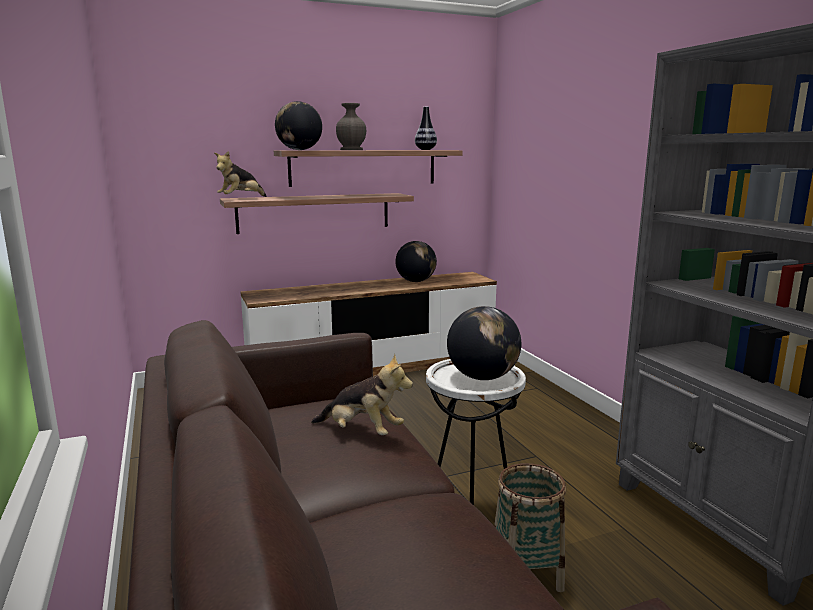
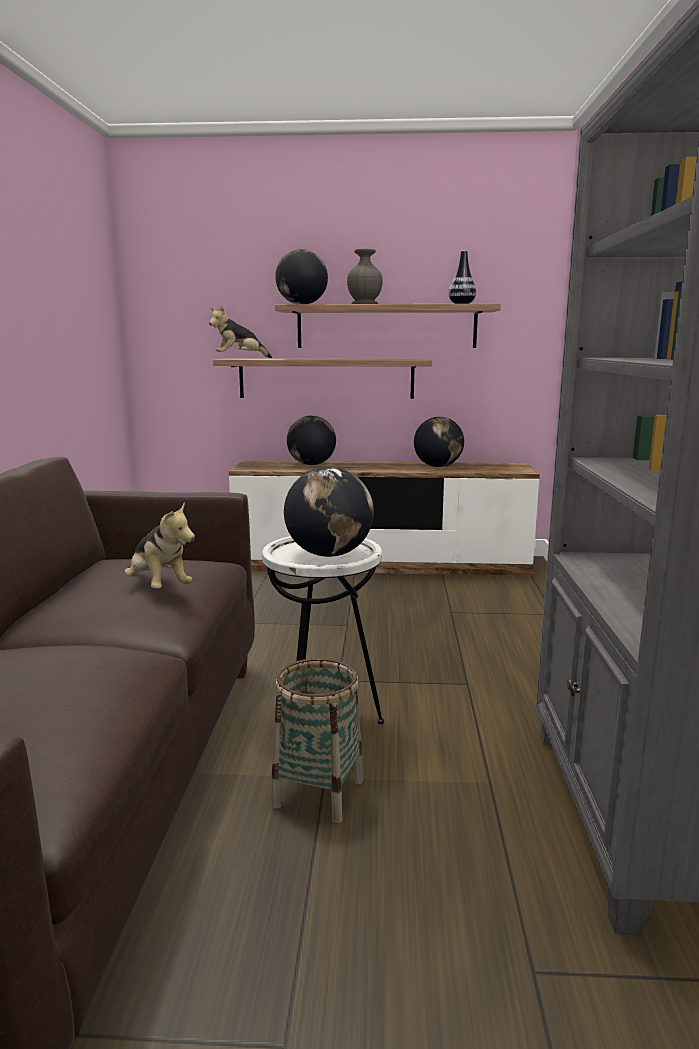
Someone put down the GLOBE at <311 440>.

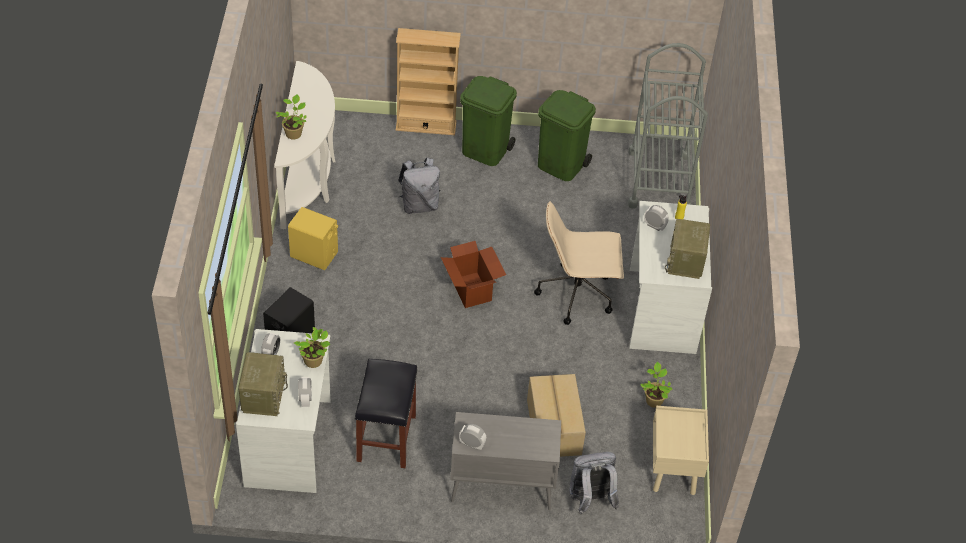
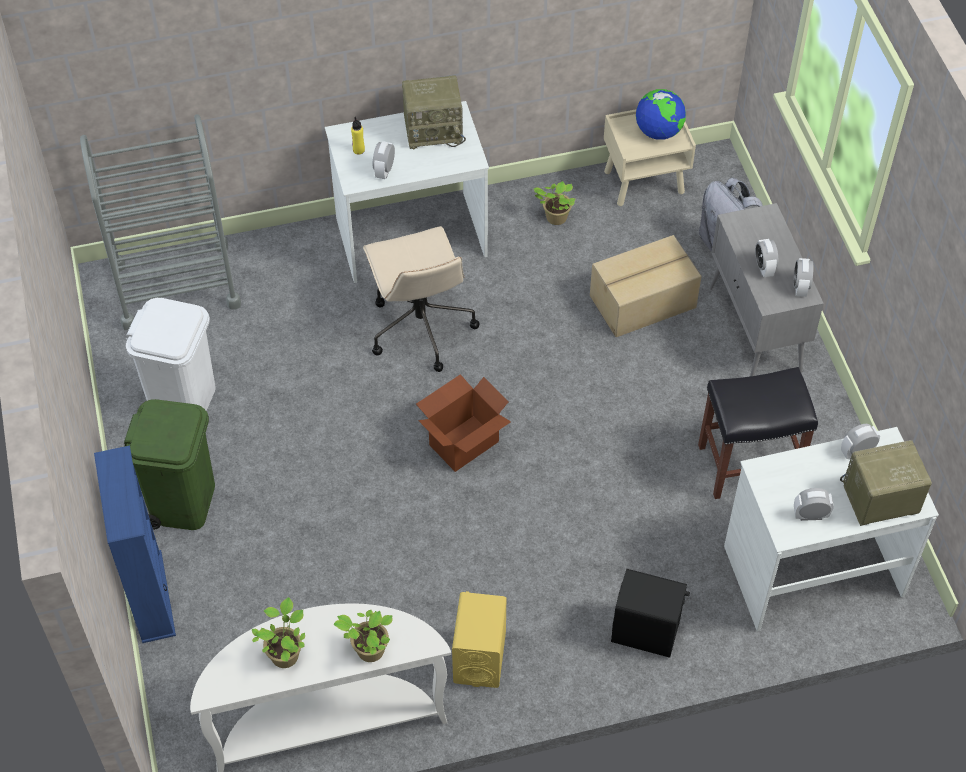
Someone repainted the SAND-COLOURED BOOKCASE at <428 81>, which became the BLUE BOOKCASE at <135 544>.
Someone repainted the GREENISH WASTE BIN at <567 135>, which became the WHITE-COLOURED WASTE BIN at <171 354>.
Someone carried the PLANT IN A POT from <312 347> to <278 632>.
Someone put down the GLOBE at <661 114>.
Someone put down the TABLE CLOCK at <766 258>.
Someone took away the GREYISH RUCKSACK at <419 186>.

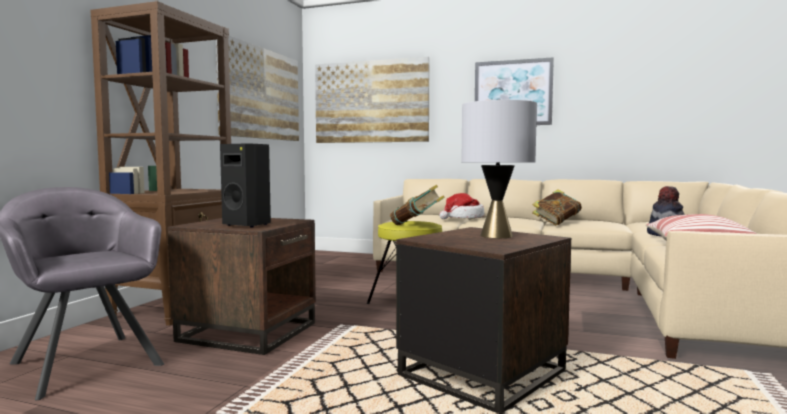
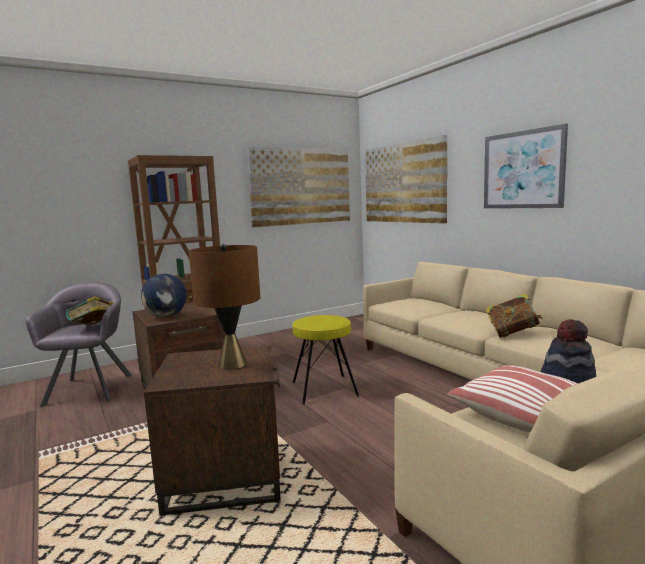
Someone carried the BOUND BOOK from <417 205> to <90 310>.
Someone swapped the BLACK AUDIO SPEAKER at <245 186> for the GLOBE at <164 295>.
Someone repainted the GREYISH TABLE LAMP at <499 168>, which became the BROWNISH TABLE LAMP at <224 307>.
Someone took away the CLOTHING HAT at <461 206>.

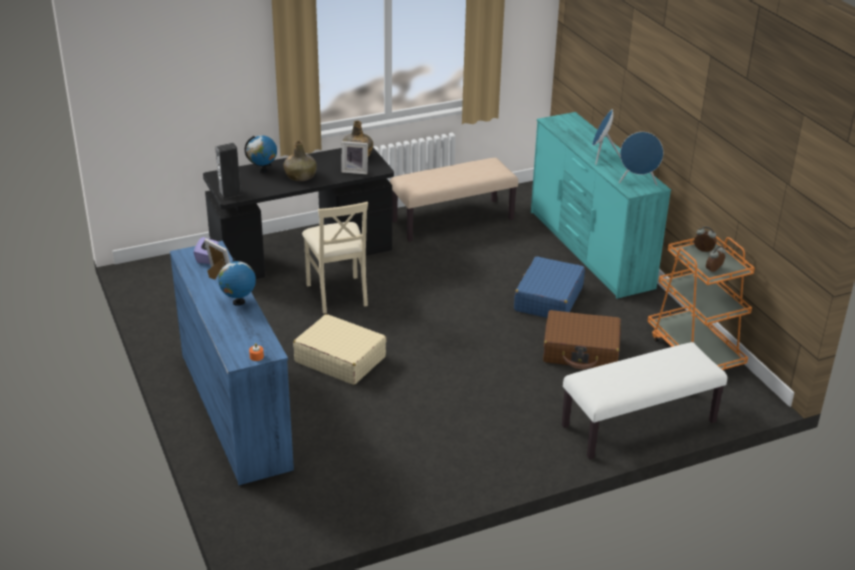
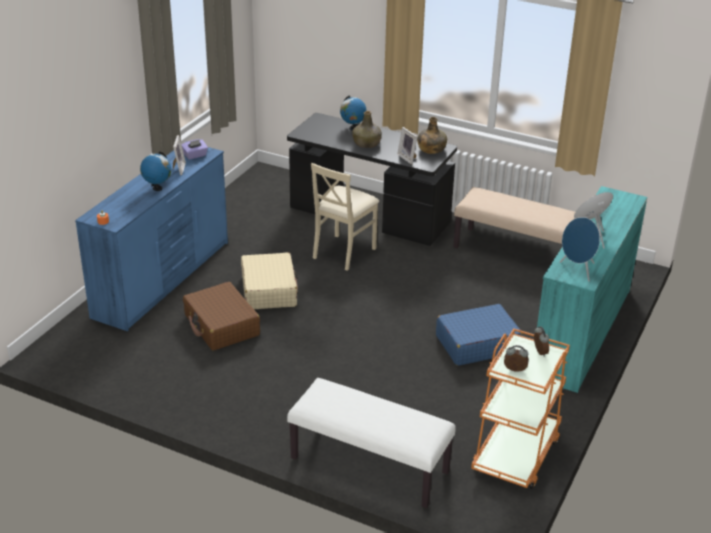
Someone carried the BROWNISH PIECE OF LUGGAGE from <582 339> to <221 316>.
Someone took away the AUDIO SPEAKER at <228 171>.

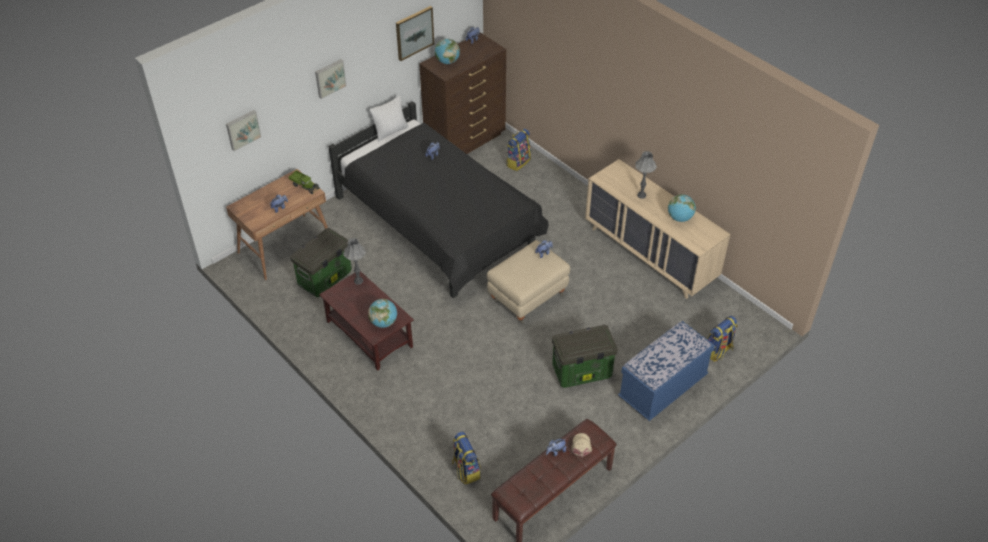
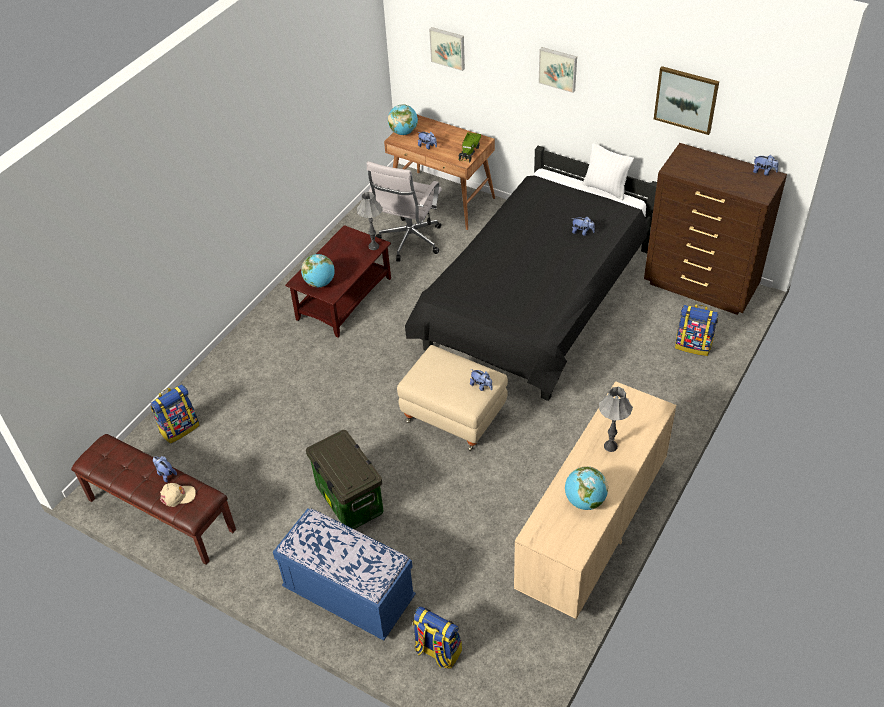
Someone swapped the STORAGE CONTAINER at <321 262> for the WHITE-COLOURED COMPUTER CHAIR at <404 211>.
Someone carried the GLOBE from <447 51> to <403 119>.

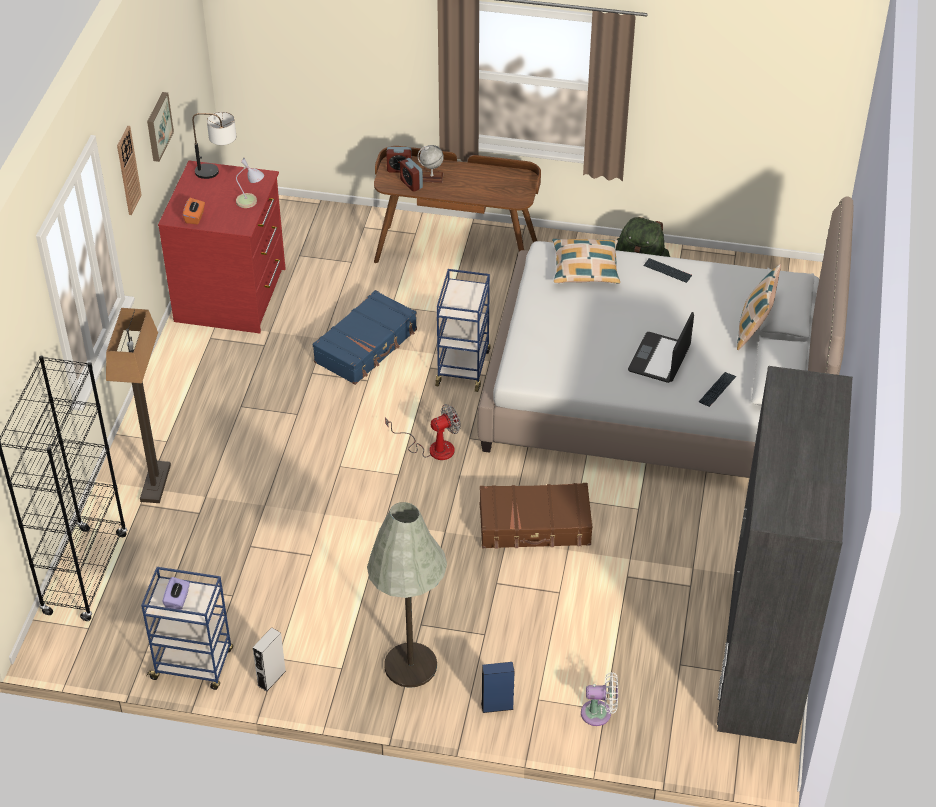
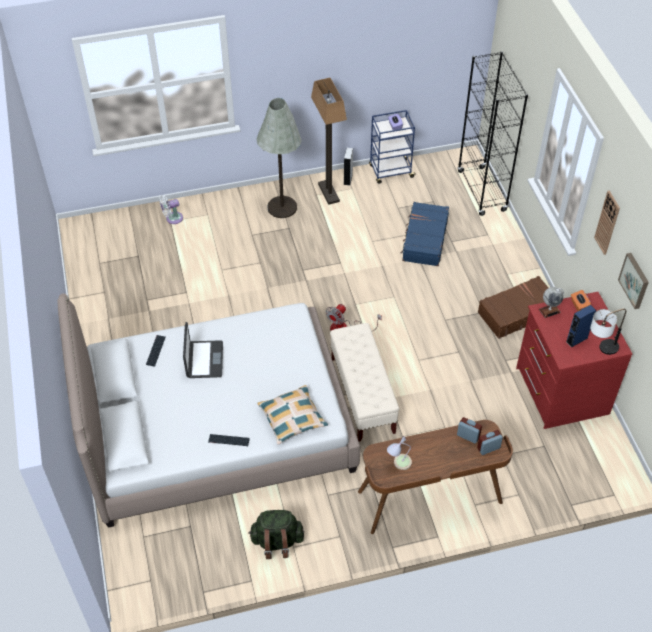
Someone carried the STANDING LAMP from <138 405> to <329 141>.
Someone swapped the BLUE TROLLEY at <463 330> for the SAND-COLOURED LONG SEAT at <365 382>.
Someone carried the TABLE LAMP from <250 183> to <399 453>.
Someone carried the BLUE PIECE OF LUGGAGE from <365 337> to <424 234>.
Someone carried the BROWNISH PIECE OF LUGGAGE from <536 516> to <513 307>.
Someone carried the GLOBE from <431 164> to <551 302>.
Someone carried the BLUE AUDIO SPEAKER from <498 687> to <581 326>.
Someone took away the GREYISH ARMOIRE at <785 555>.
Someone took away the PILLOW at <759 307>.

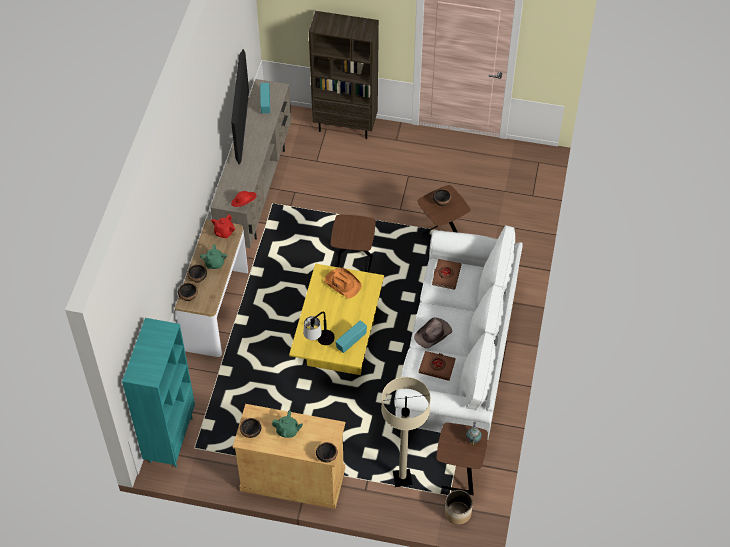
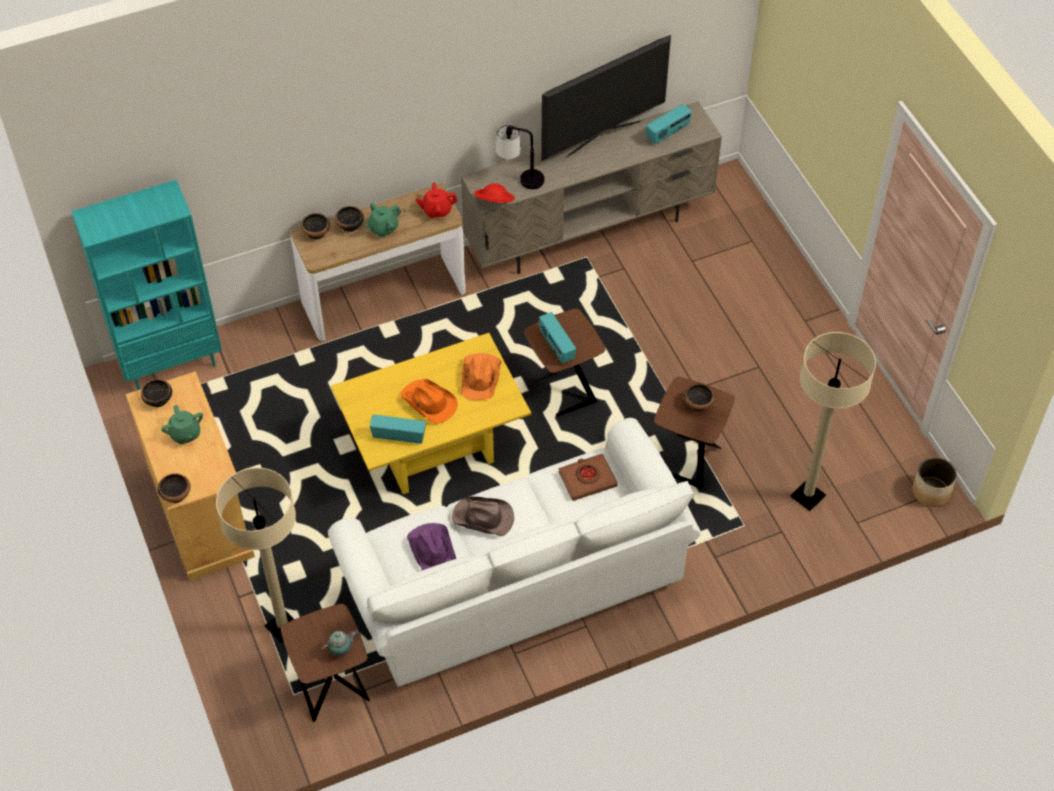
Someone put down the ORANGE-COLOURED CLOTHING HAT at <429 401>.
Someone swapped the BROWNISH BOUND BOOK at <437 366> for the PURPLE-COLOURED CLOTHING HAT at <431 546>.
Someone carried the TABLE LAMP from <319 328> to <520 156>.
Someone put down the RADIO RECEIVER at <557 337>.
Someone put down the SAND-COLOURED STANDING LAMP at <833 421>.
Someone carried the PLANTER from <458 507> to <934 482>.
Someone took away the BROWNISH BOOKCASE at <344 75>.

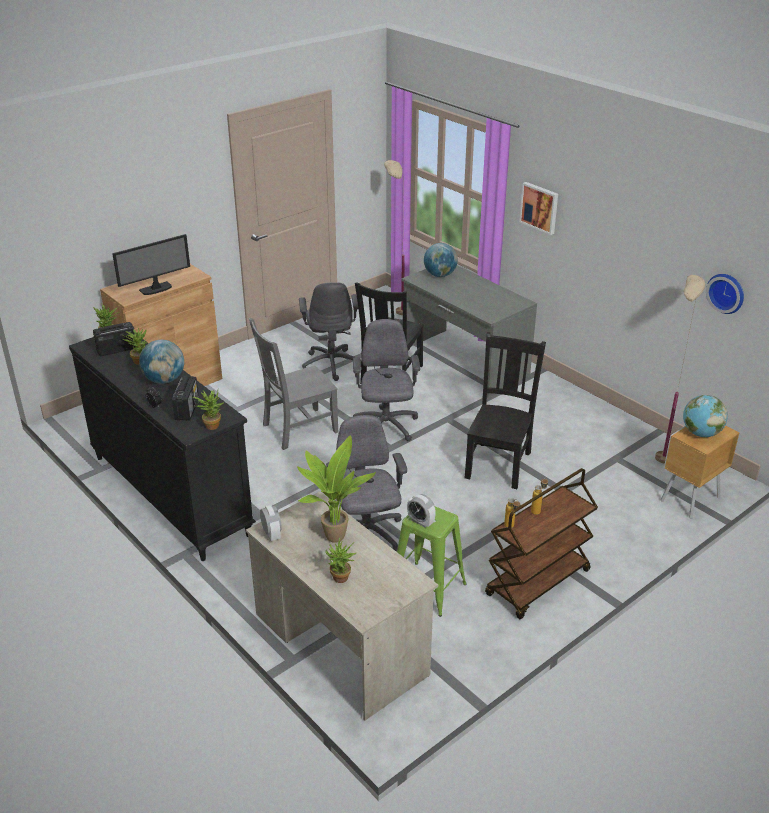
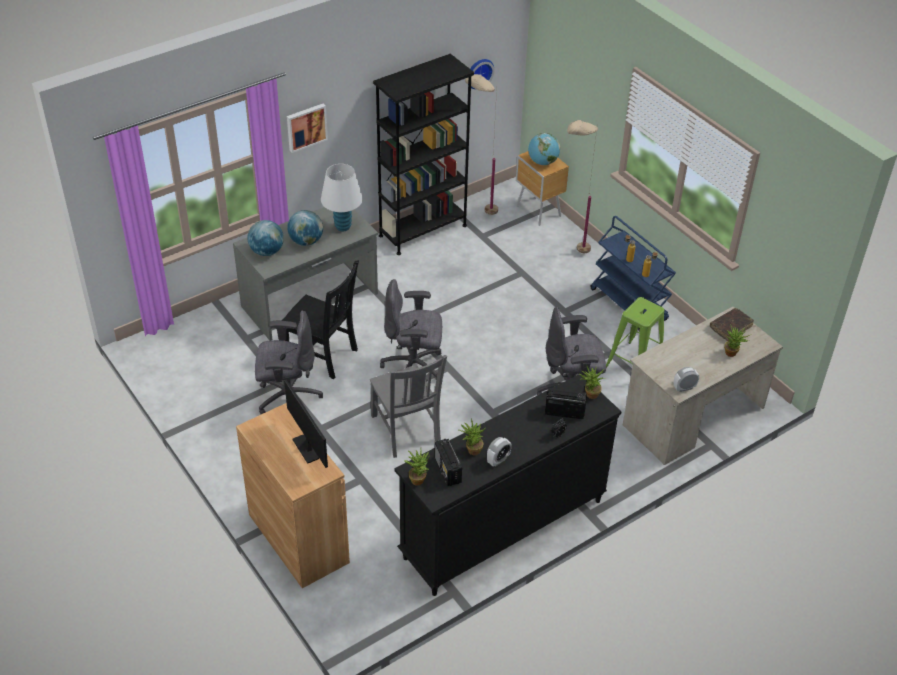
Someone carried the GLOBE from <161 362> to <305 228>.
Someone put down the WHITE-COLOURED TABLE LAMP at <342 197>.
Someone put down the BLACK BOOKCASE at <423 154>.
Someone carried the TABLE CLOCK from <421 510> to <499 452>.
Someone carried the SAND-COLOURED STANDING LAMP from <394 238> to <582 186>.
Someone repainted the BROWNISH TROLLEY at <541 543>, which became the BLUE TROLLEY at <633 274>.
Someone put down the BROWNISH BOUND BOOK at <732 324>.
Someone took away the PLANT IN A POT at <336 489>.
Someone took away the BLACK UPRIGHT CHAIR at <505 410>.

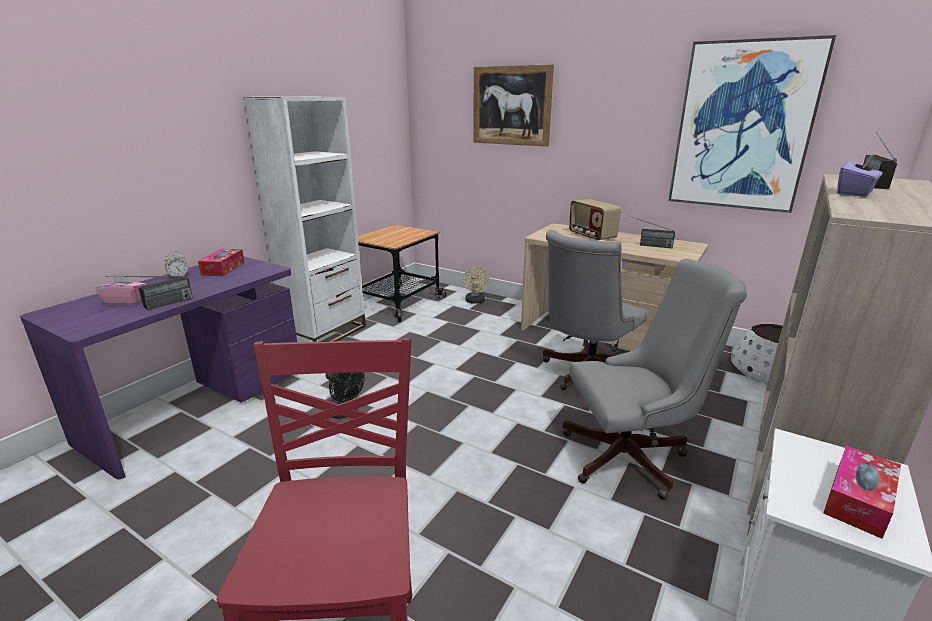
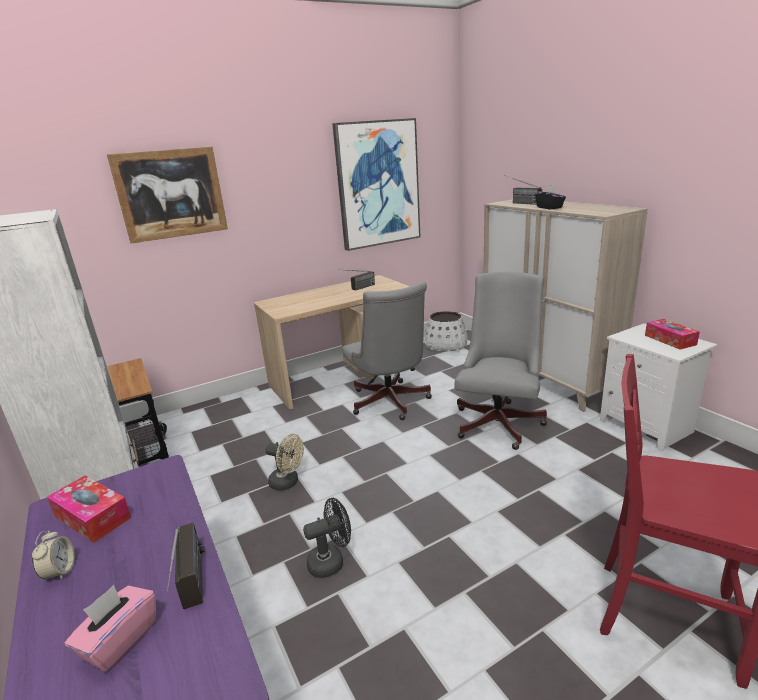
Someone carried the SAND-COLOURED FAN from <476 285> to <284 462>.
Someone repainted the PURPLE-COLOURED TISSUE HOLDER at <860 175>, which became the BLACK TISSUE HOLDER at <550 197>.
Someone took away the RADIO RECEIVER at <595 220>.

